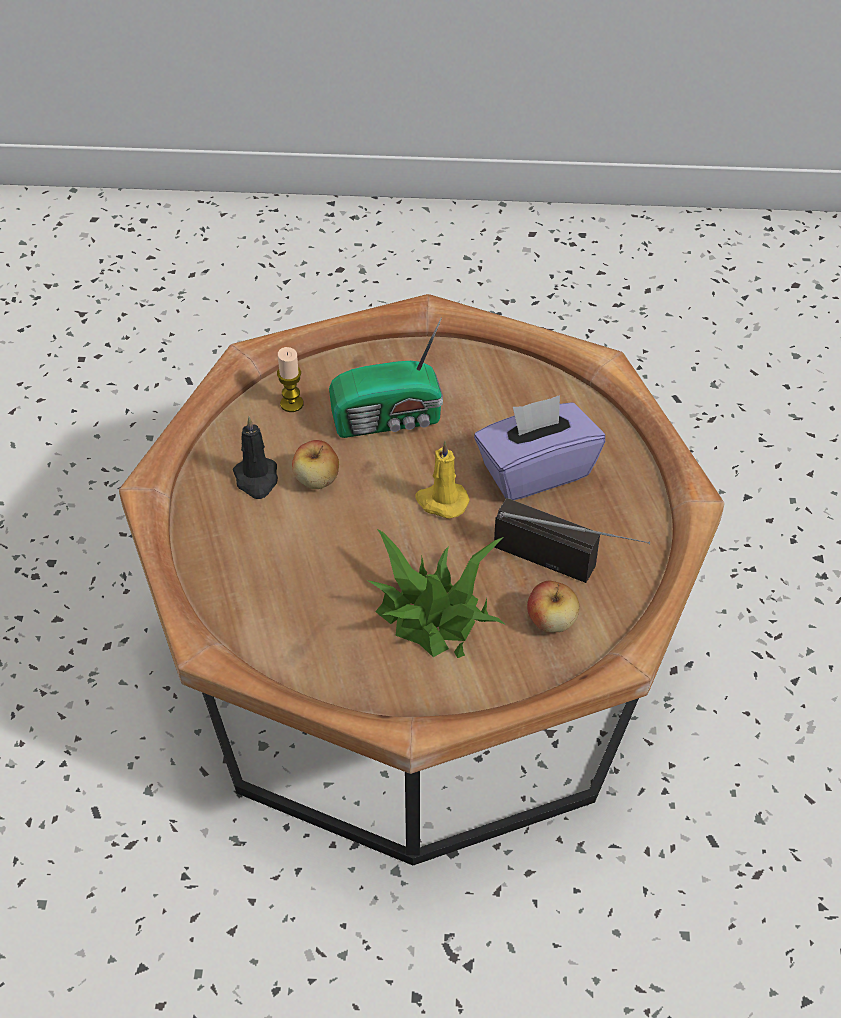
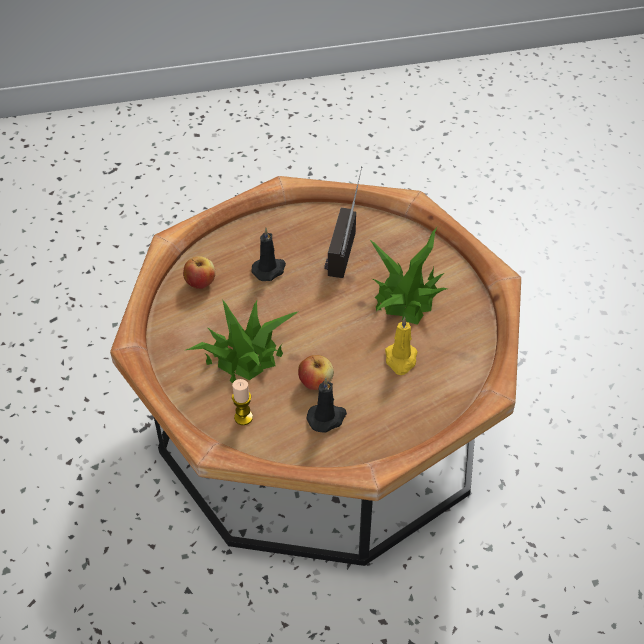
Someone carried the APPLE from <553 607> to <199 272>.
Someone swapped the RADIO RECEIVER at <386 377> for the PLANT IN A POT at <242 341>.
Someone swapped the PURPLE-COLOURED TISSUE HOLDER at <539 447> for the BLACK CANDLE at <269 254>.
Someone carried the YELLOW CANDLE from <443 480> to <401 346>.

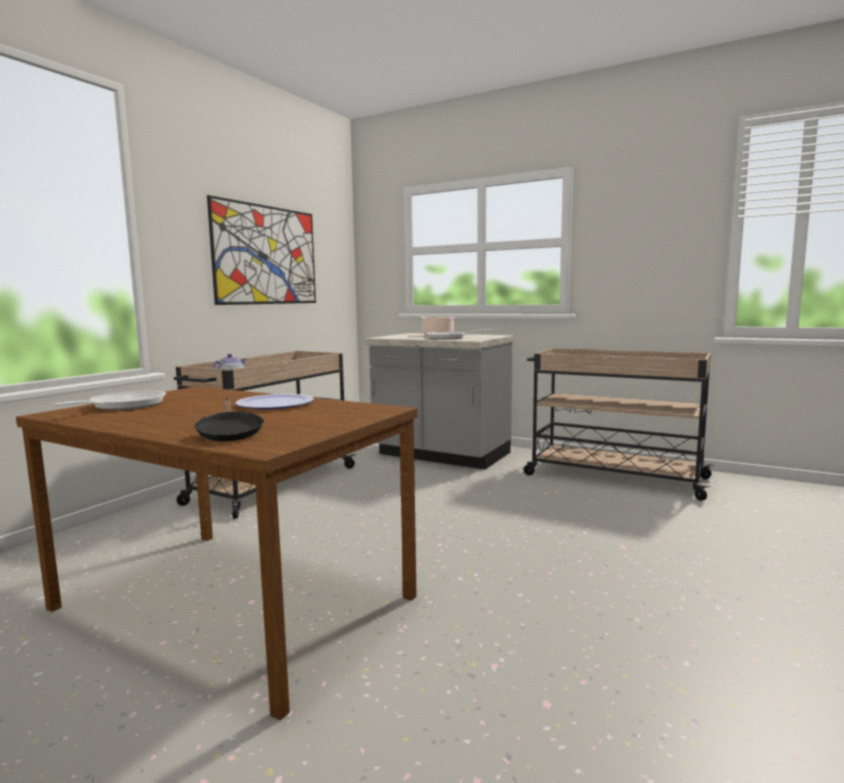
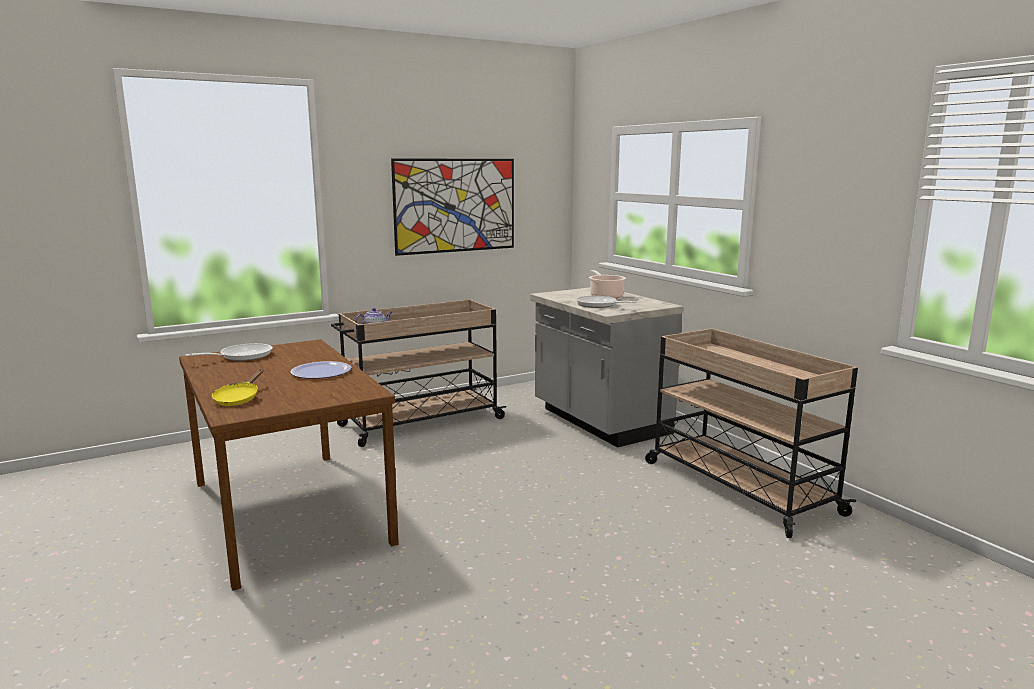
Someone repainted the BLACK FRYING PAN at <229 420>, which became the YELLOW FRYING PAN at <237 387>.

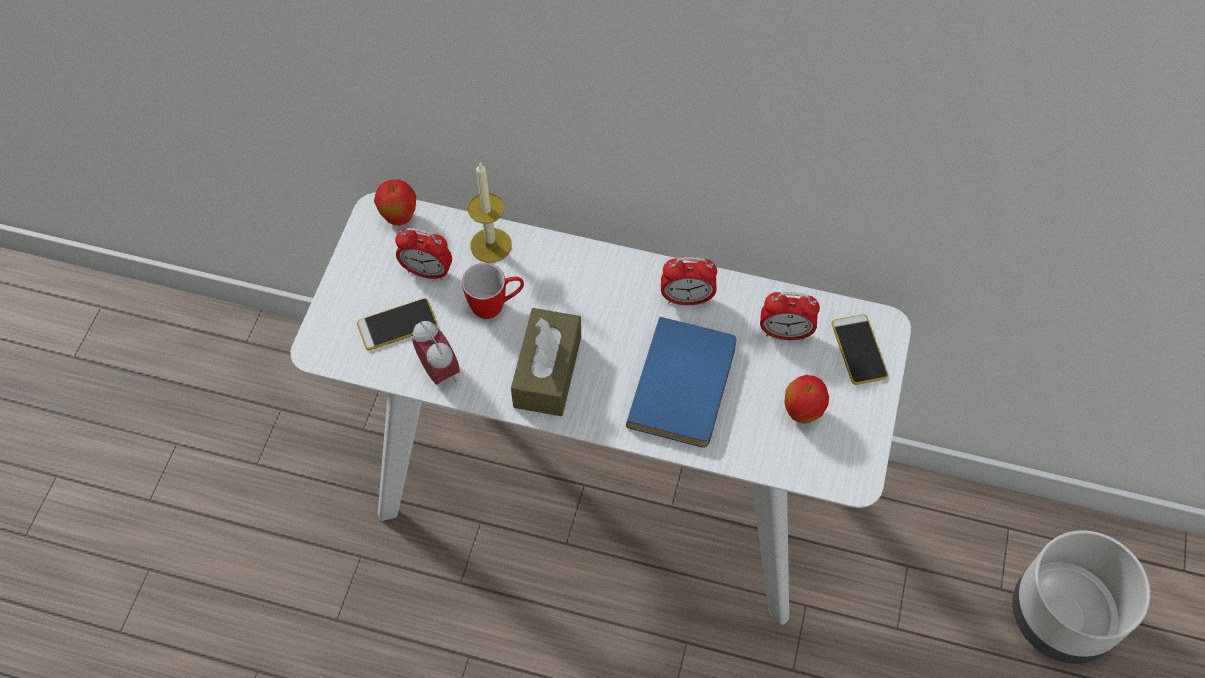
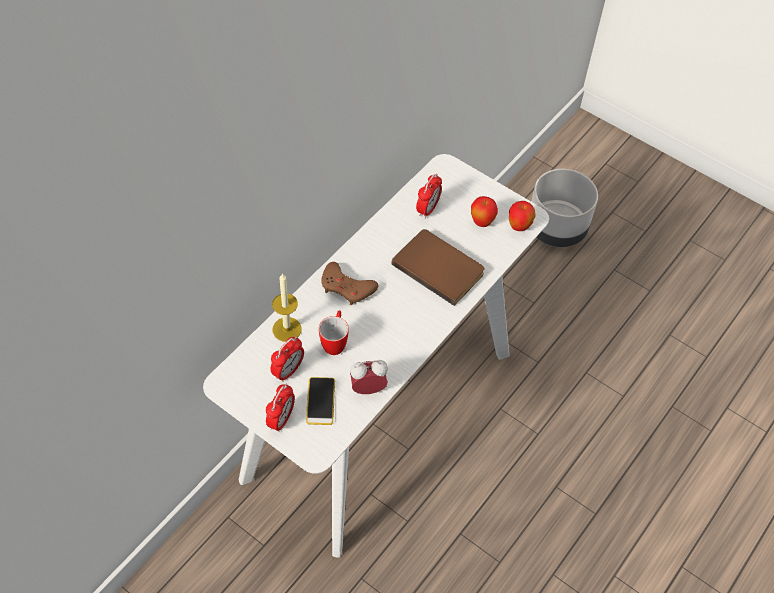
Someone carried the TABLE CLOCK from <689 281> to <280 408>.
Someone put down the BROWNISH GAMEPAD at <349 283>.
Someone repainted the BLUE BOUND BOOK at <681 382>, which became the BROWNISH BOUND BOOK at <438 267>.
Someone carried the APPLE from <395 202> to <522 216>.
Someone took away the BROWNISH TISSUE HOLDER at <546 362>.
Someone took away the HANDSET at <860 349>.

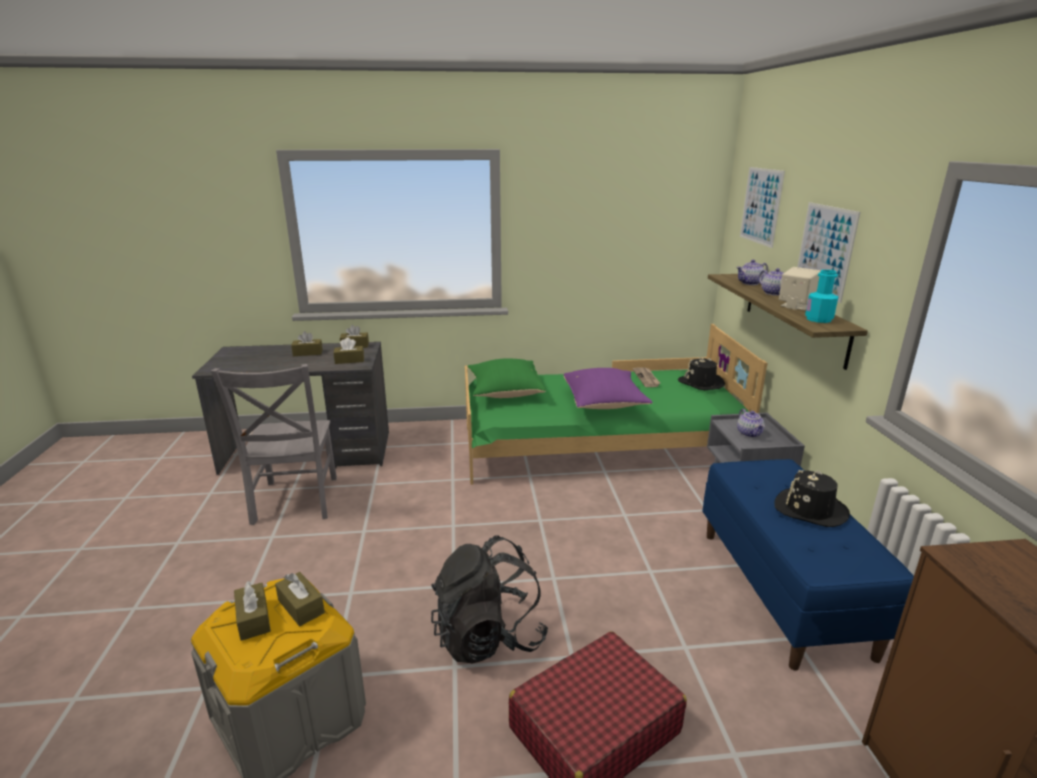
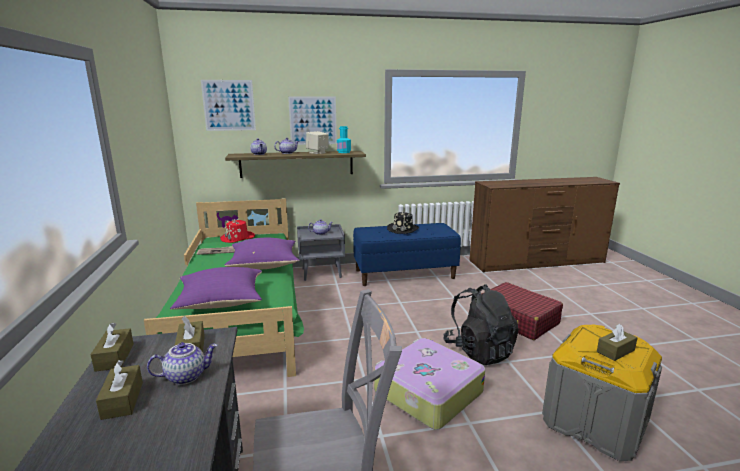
Someone put down the TEAPOT at <182 363>.
Someone repainted the GREENISH PILLOW at <506 378>, which became the PURPLE-COLOURED PILLOW at <216 288>.
Someone repainted the BLACK CLOTHING HAT at <701 373>, which became the RED-COLOURED CLOTHING HAT at <237 231>.
Someone put down the PIECE OF LUGGAGE at <429 384>.
Someone took away the BROWNISH TISSUE HOLDER at <300 599>.

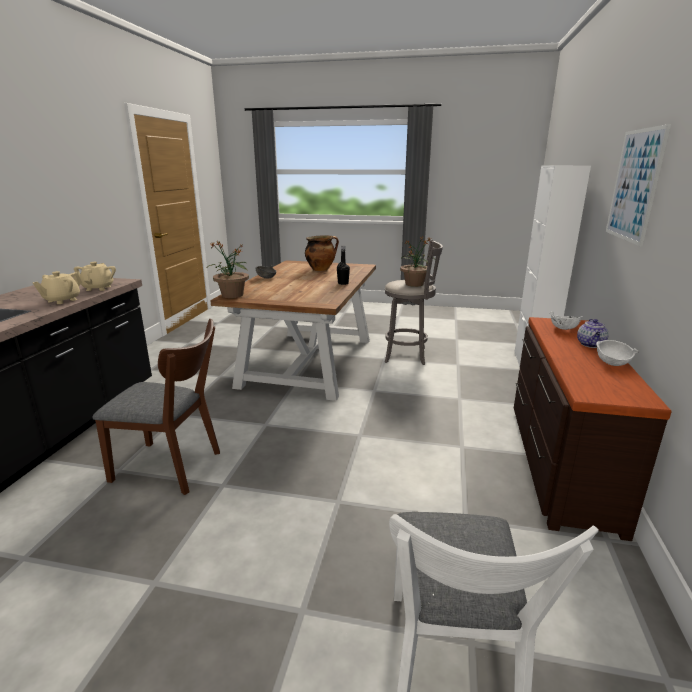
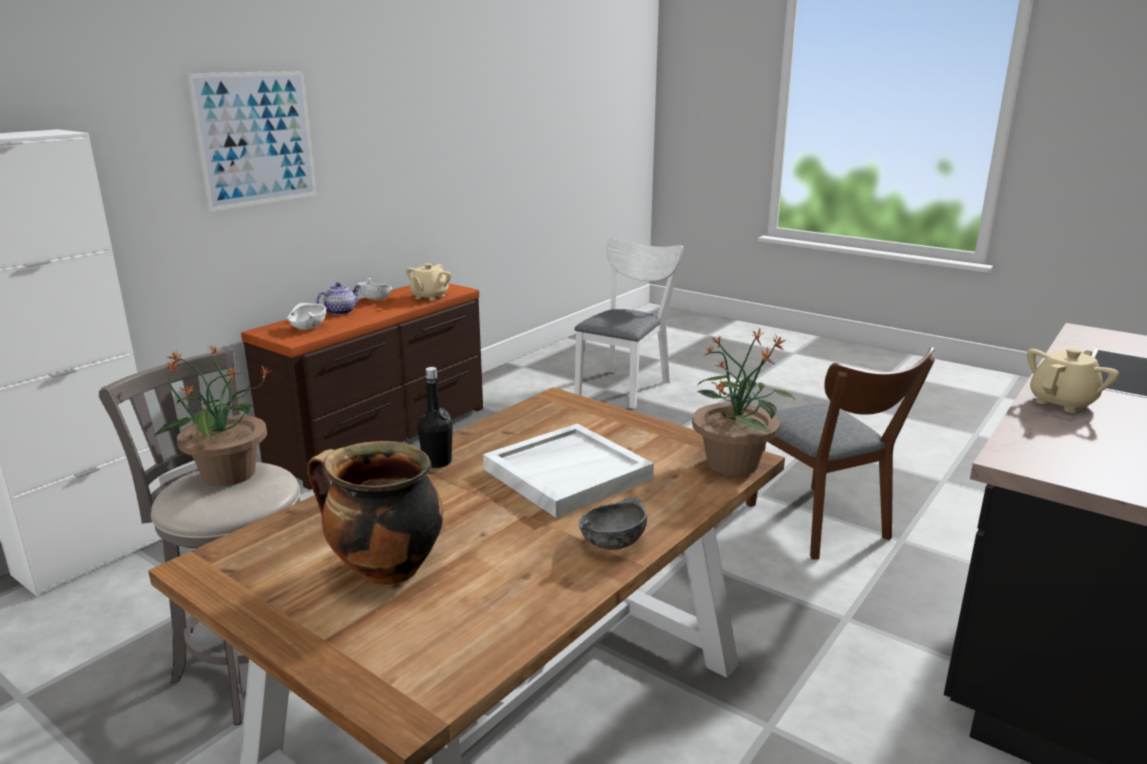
Someone carried the SAND-COLOURED TEAPOT from <95 276> to <428 282>.
Someone put down the WHITE-COLOURED CARRYING TRAY at <568 471>.
Someone rotated the BROWNISH UPRIGHT CHAIR at <156 407> by 150 degrees counterclockwise.

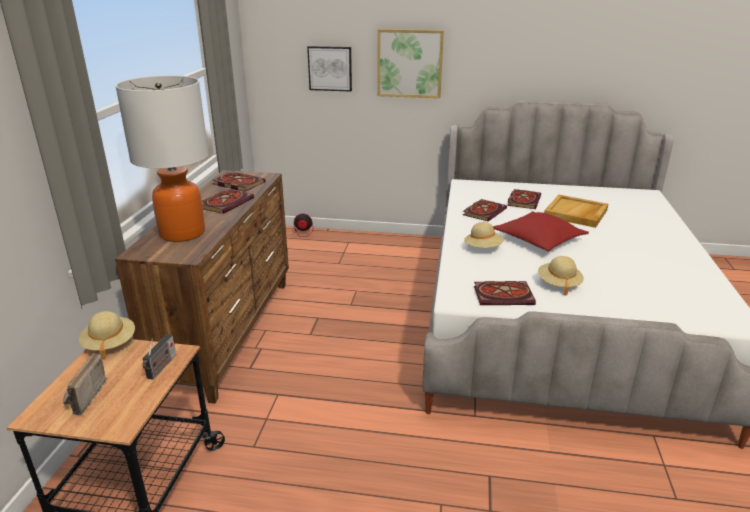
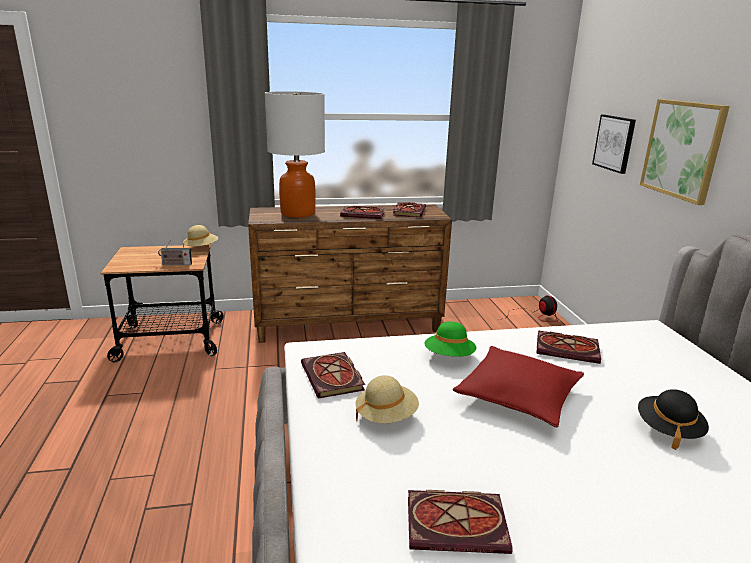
Someone carried the BOUND BOOK from <524 199> to <460 522>.
Someone repainted the SAND-COLOURED CLOTHING HAT at <484 235>, which became the GREENISH CLOTHING HAT at <450 339>.
Someone swapped the SAND-COLOURED CARRYING TRAY at <576 211> for the BLACK CLOTHING HAT at <673 419>.
Someone took away the RADIO RECEIVER at <85 384>.

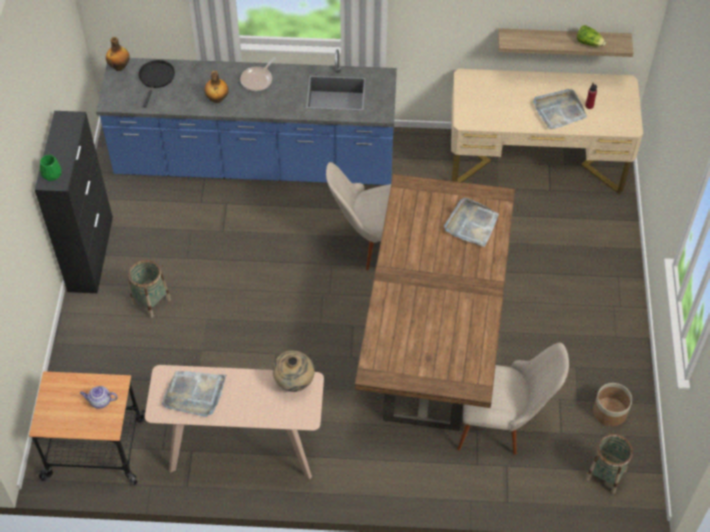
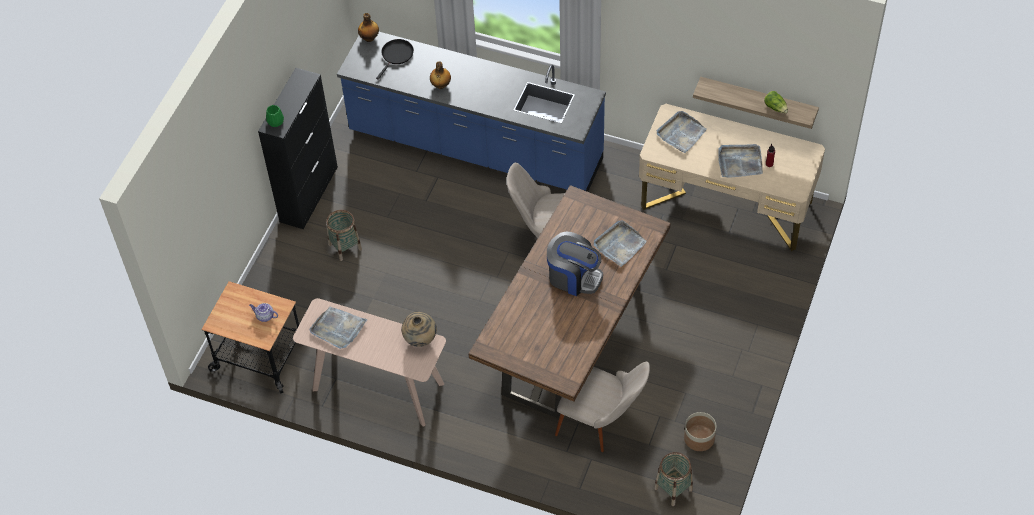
Someone put down the COFFEE MACHINE at <575 264>.
Someone put down the GREYISH CARRYING TRAY at <681 132>.
Someone took away the FRYING PAN at <258 74>.

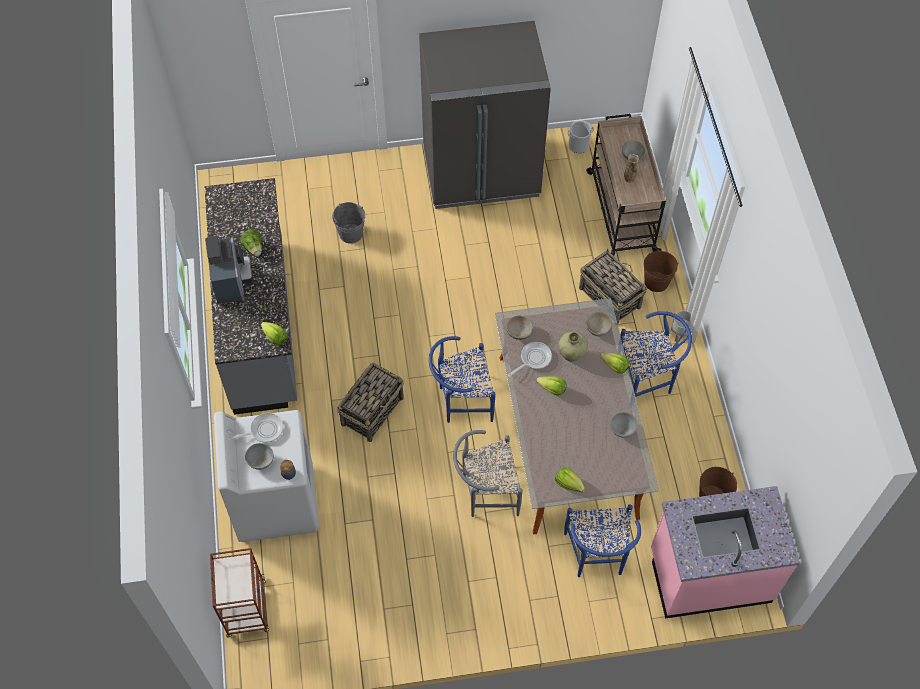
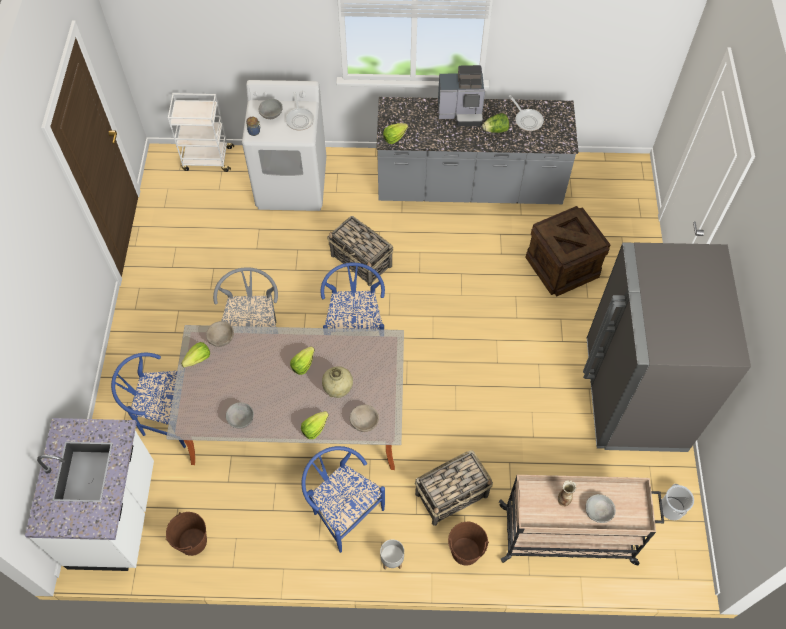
Someone repainted the PINK KITCHEN COUNTER at <725 552>, which became the WHITE-COLOURED KITCHEN COUNTER at <89 494>.
Someone repainted the BROWNISH TROLLEY at <239 593>, which became the WHITE-COLOURED TROLLEY at <201 132>.
Someone carried the SAND-COLOURED SERVING BOWL from <519 327> to <220 334>.
Someone rotated the BLUE UPRIGHT CHAIR at <656 354> by 135 degrees clockwise.
Someone carried the FRYING PAN from <529 359> to <526 113>.
Someone swapped the GREYISH BUCKET at <348 222> for the CRATE at <567 251>.

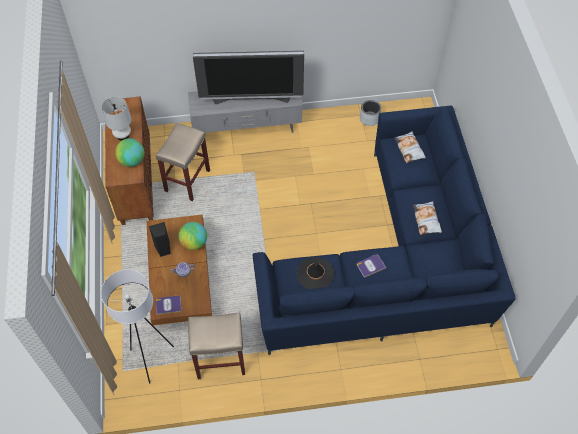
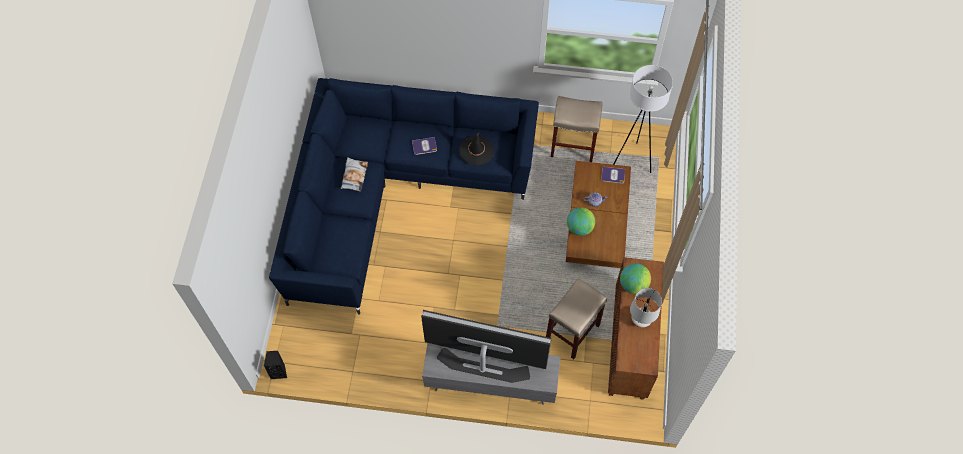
Someone carried the BLACK AUDIO SPEAKER from <160 239> to <275 365>.
Someone took away the GREYISH PLANTER at <370 113>.
Someone took away the PILLOW at <410 147>.

